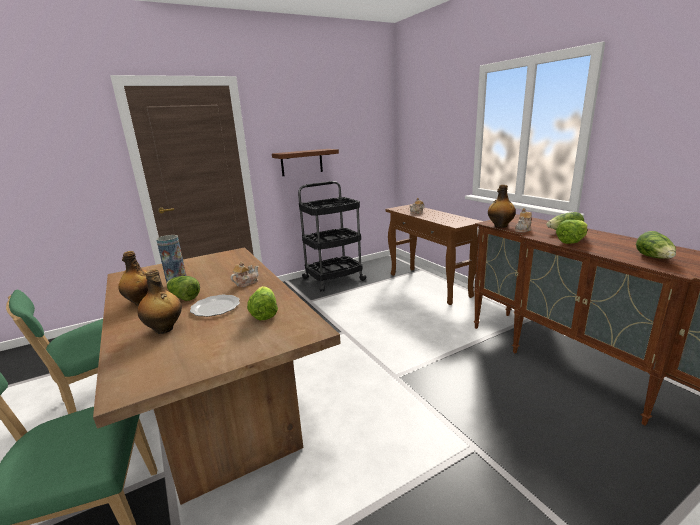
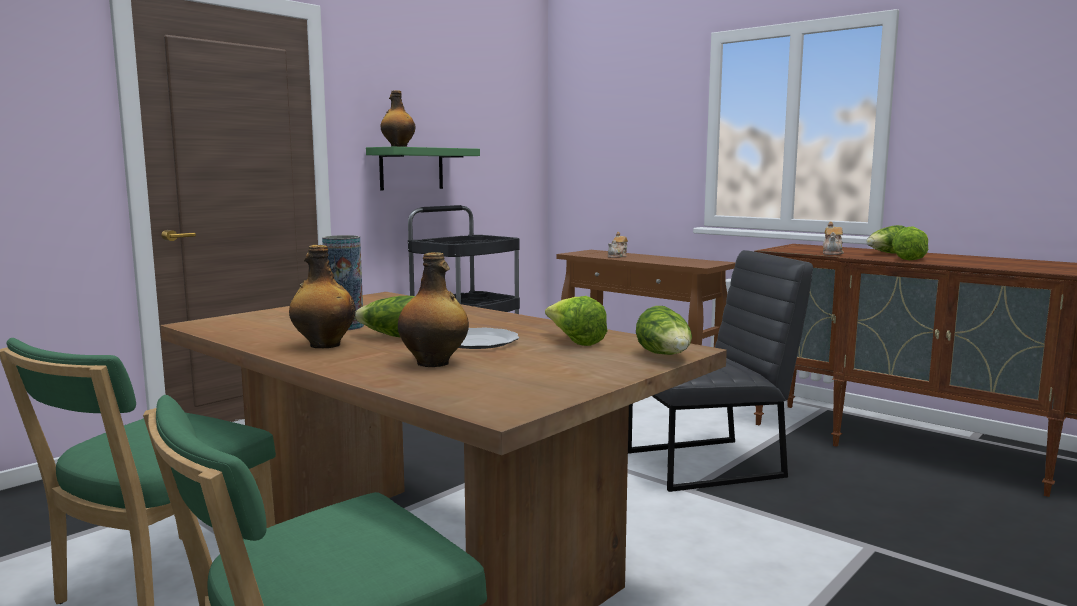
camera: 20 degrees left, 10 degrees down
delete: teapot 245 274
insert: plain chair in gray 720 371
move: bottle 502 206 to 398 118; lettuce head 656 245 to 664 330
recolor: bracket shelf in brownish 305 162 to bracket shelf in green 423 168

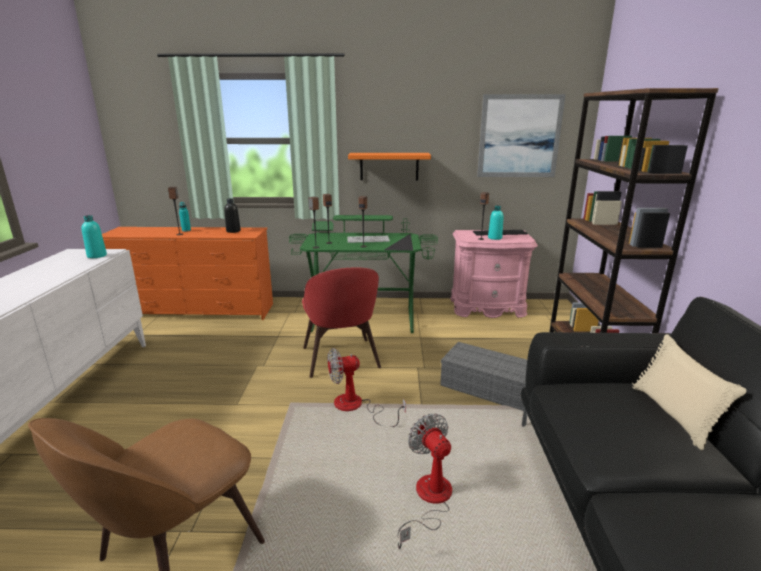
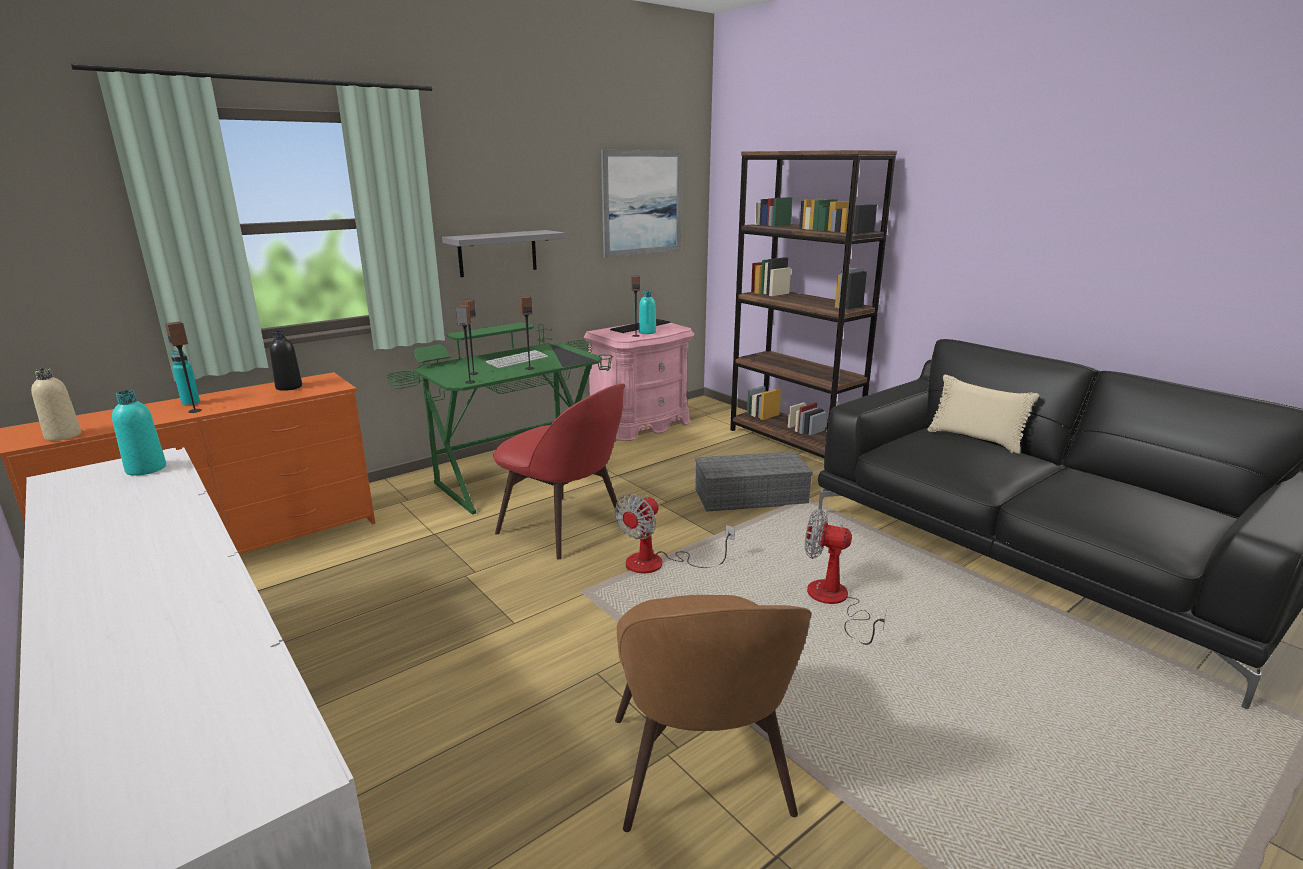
camera: 40 degrees left, 0 degrees up
insert: bottle in sand-coloured 56 404
recolor: bracket shelf in orange-coloured 389 166 to bracket shelf in gray 503 253

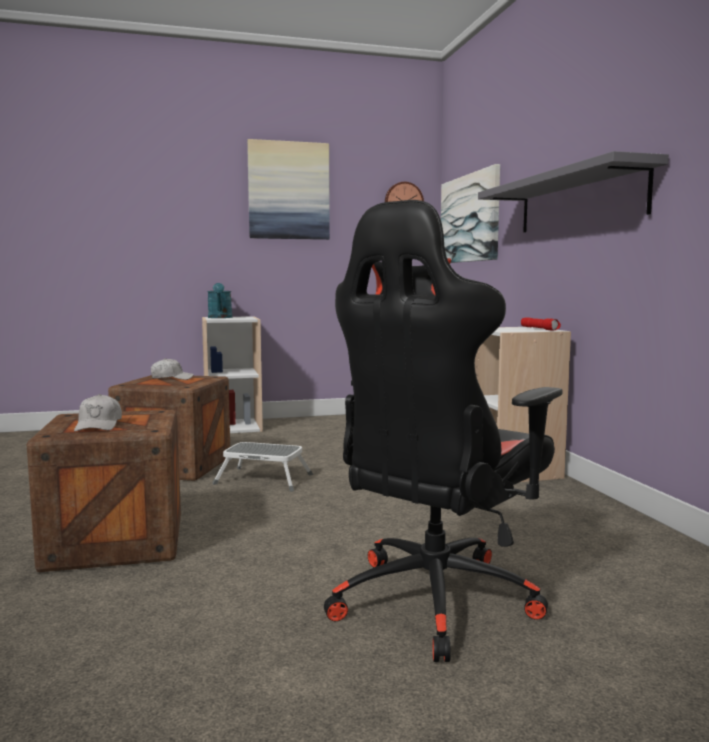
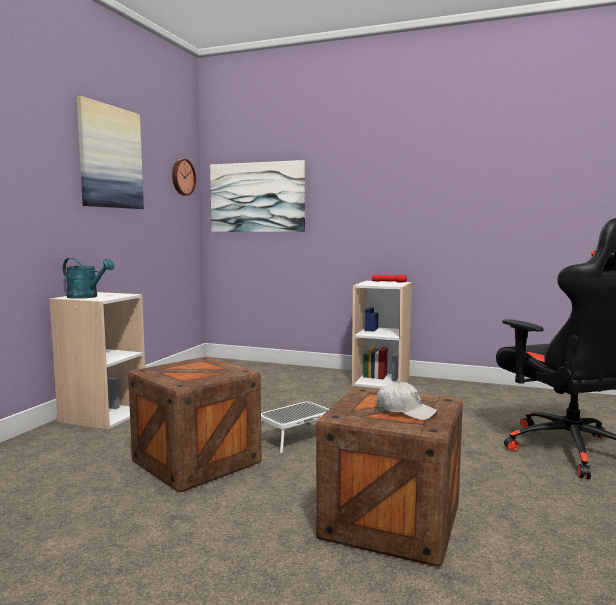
camera: 55 degrees left, 0 degrees up
delete: baseball cap in white-coloured 172 369; bracket shelf in gray 573 192

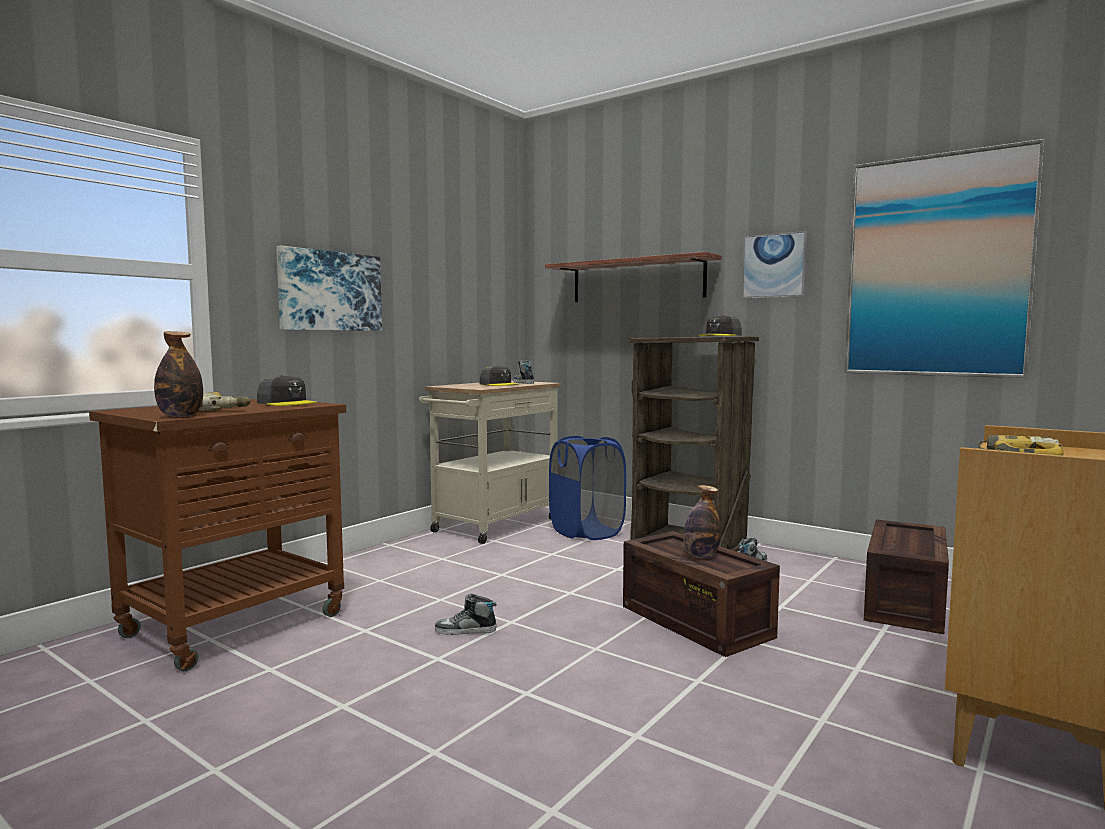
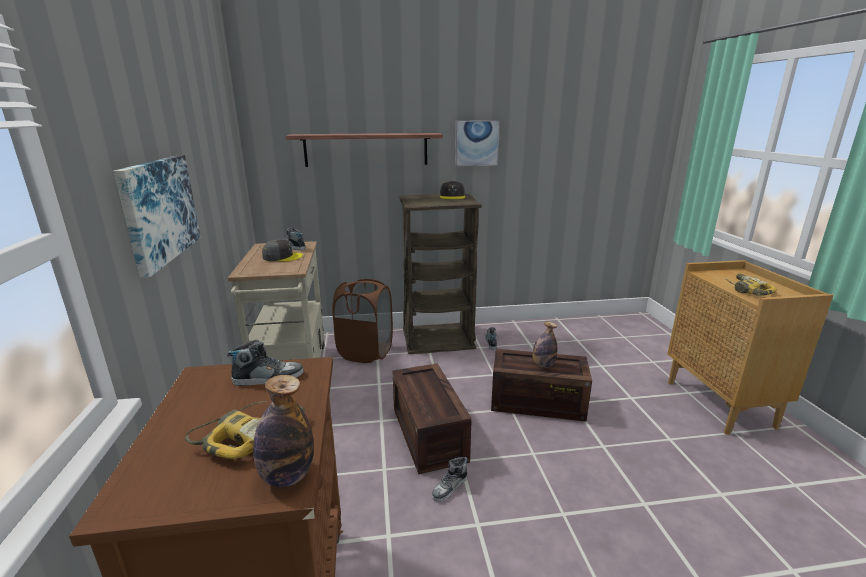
camera: 45 degrees left, 15 degrees up
delete: picture 944 258
move: crate 906 576 to 432 418
replace: baseball cap in gray 287 390 to shoe 265 363
recolor: washing basket in blue 587 488 to washing basket in brownish 362 321

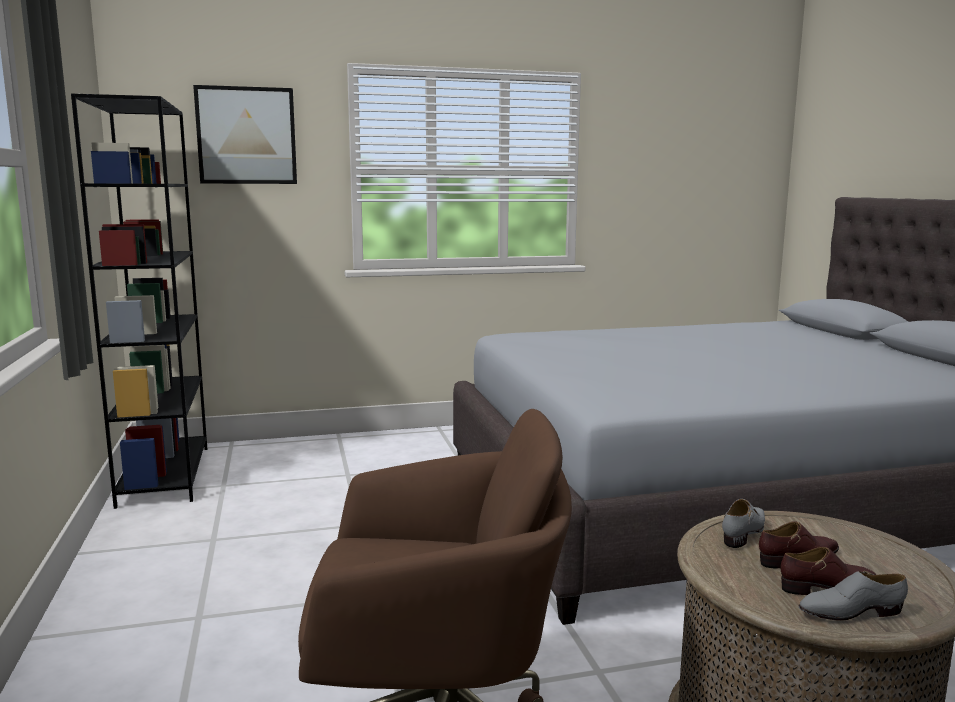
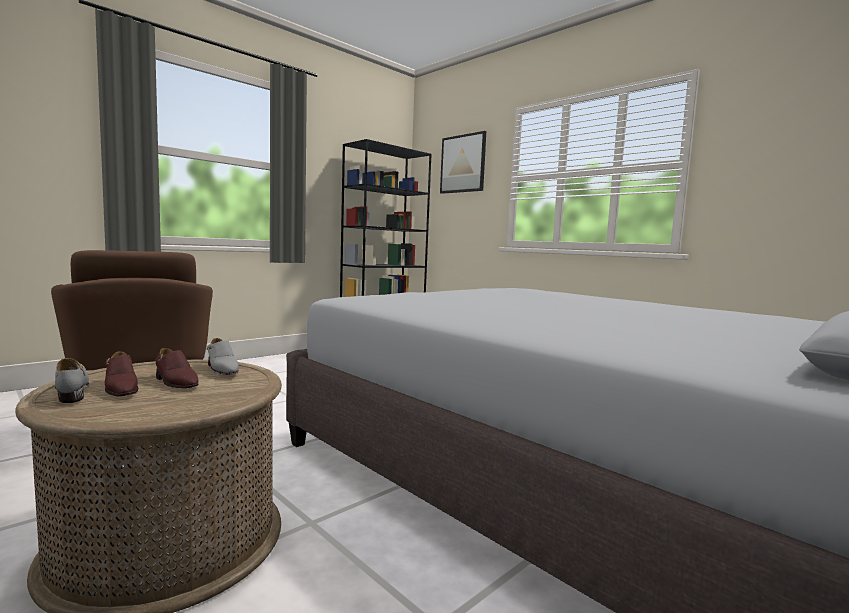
camera: 60 degrees right, 5 degrees down
rotate: shoe in gray 743 523 = 223 356 45 degrees clockwise

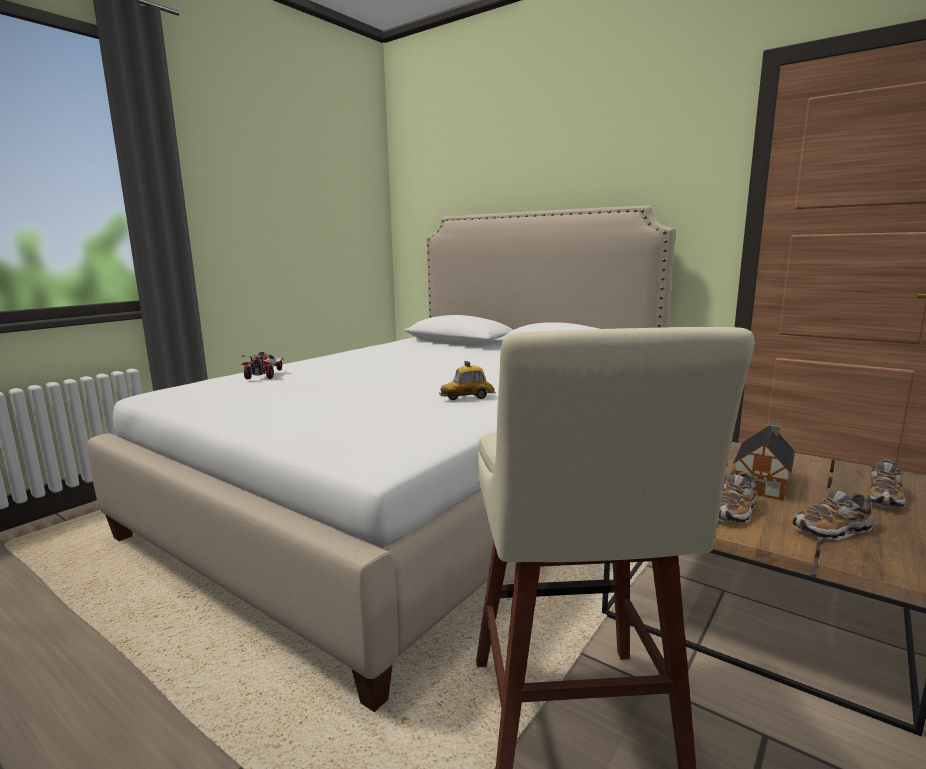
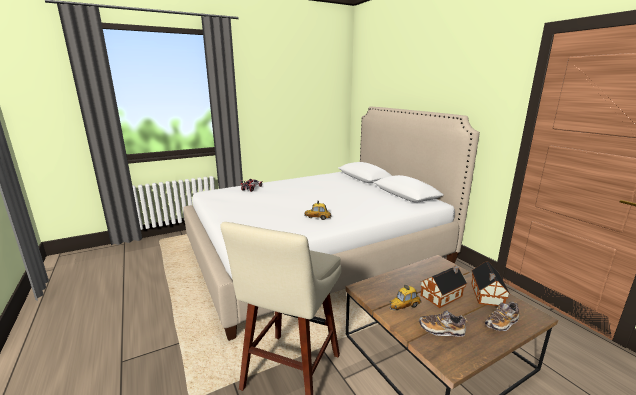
camera: 25 degrees right, 5 degrees up
insert: model house 490 283
replace: shoe 737 497 to miniature car 405 297

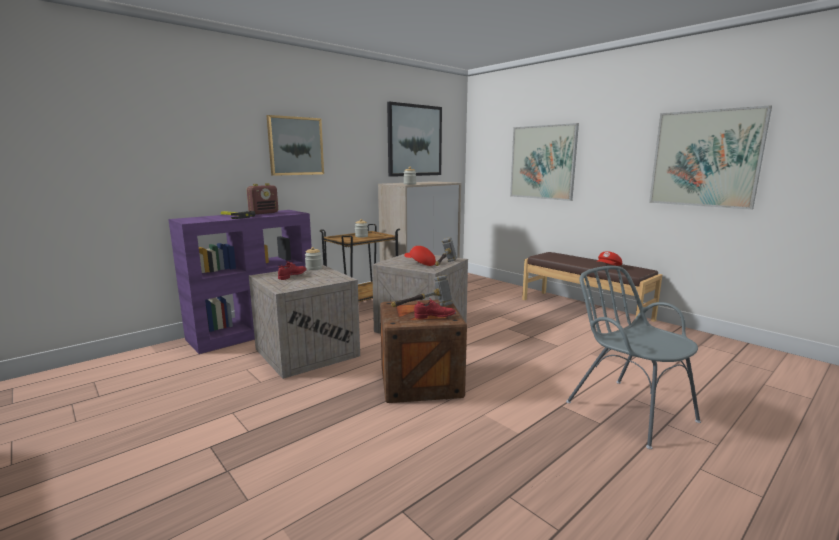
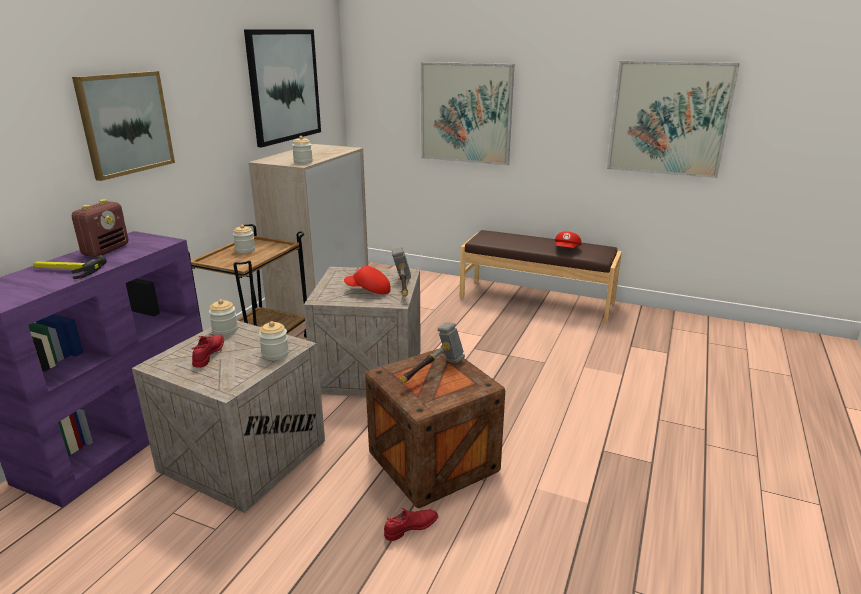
camera: 25 degrees left, 10 degrees up
delete: plain chair in gray 633 357
insert: jar 274 340
move: shoe in reddish 435 308 to 411 524

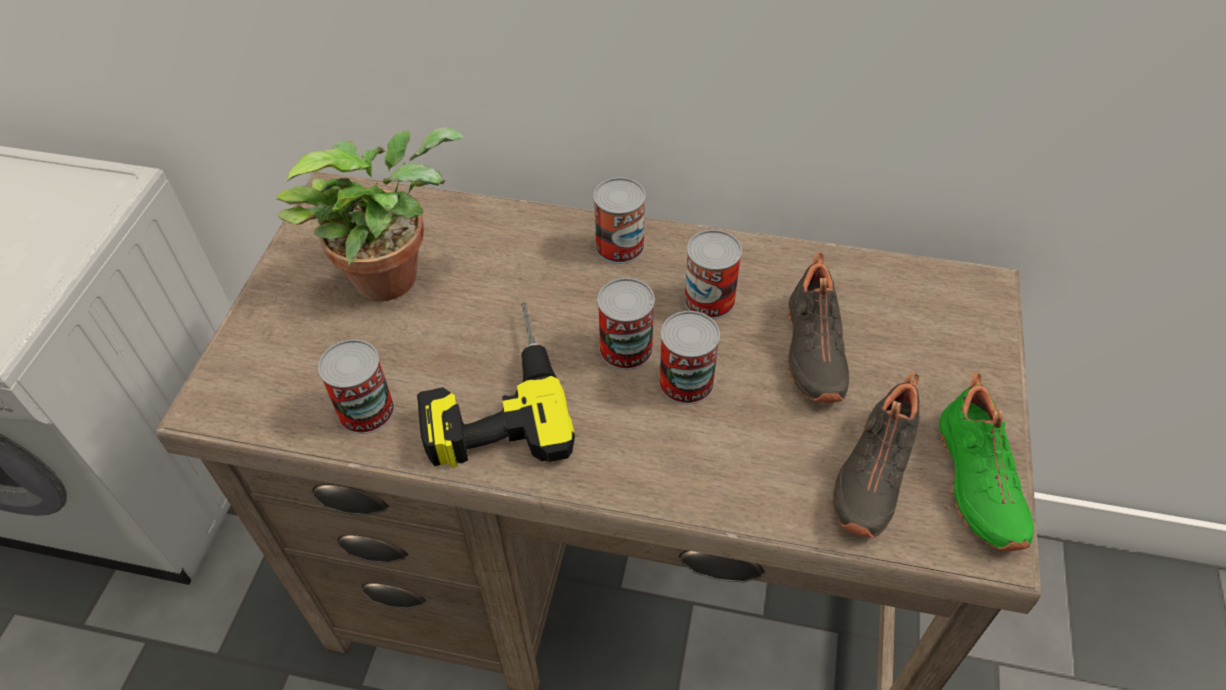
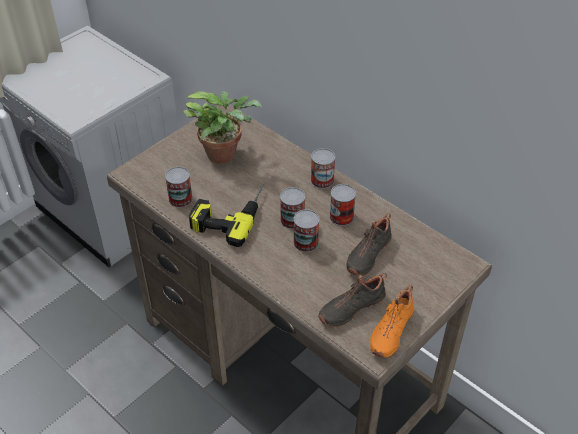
camera: 30 degrees right, 5 degrees down
recolor: shoe in green 986 462 to shoe in orange-coloured 392 321

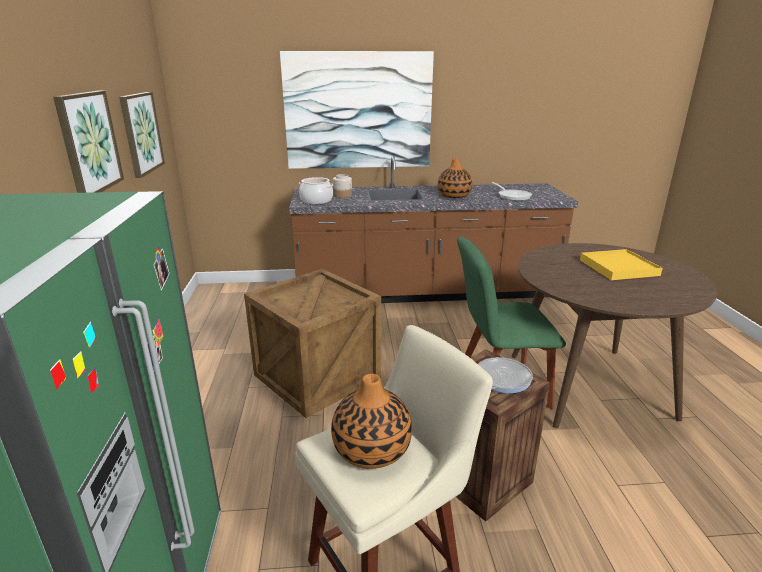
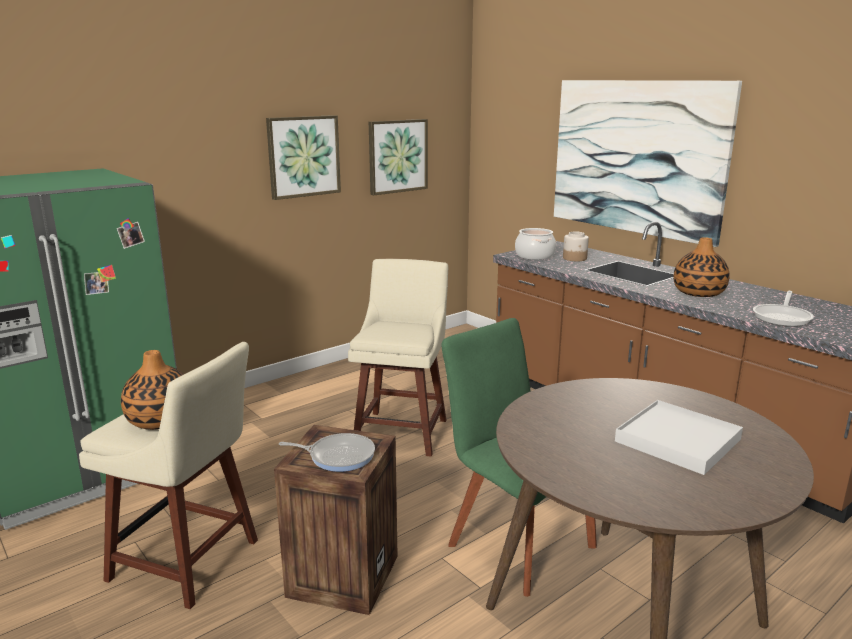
camera: 55 degrees right, 5 degrees down
replace: crate 312 343 to sitting stool in sand-coloured 398 358
recolor: tray in yellowish 621 264 to tray in white-coloured 679 437

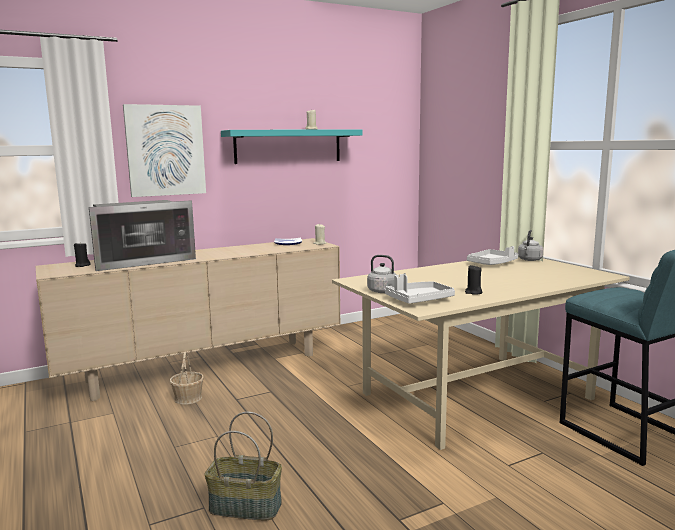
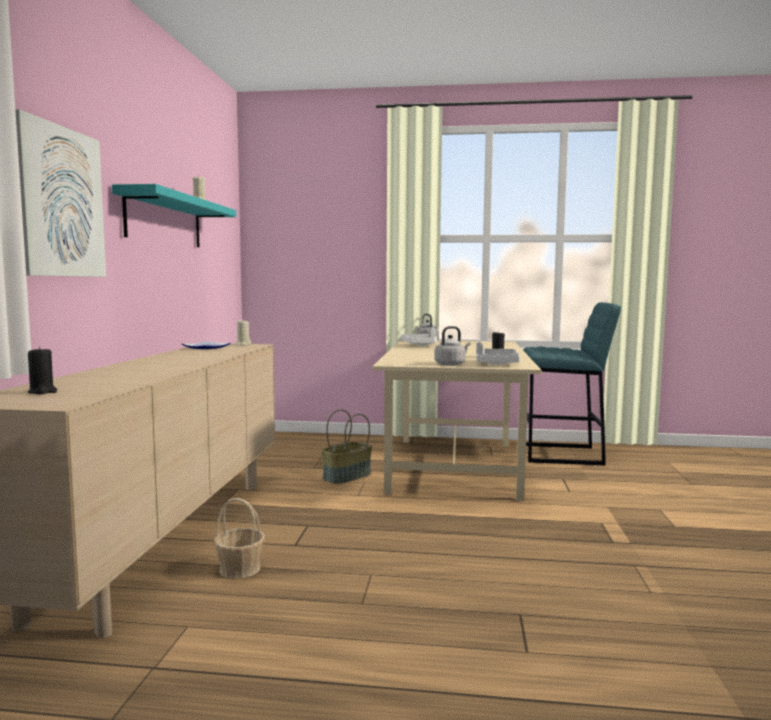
camera: 55 degrees left, 5 degrees down
delete: kitchen microwave 142 235
move: storage basket 243 466 to 346 446

